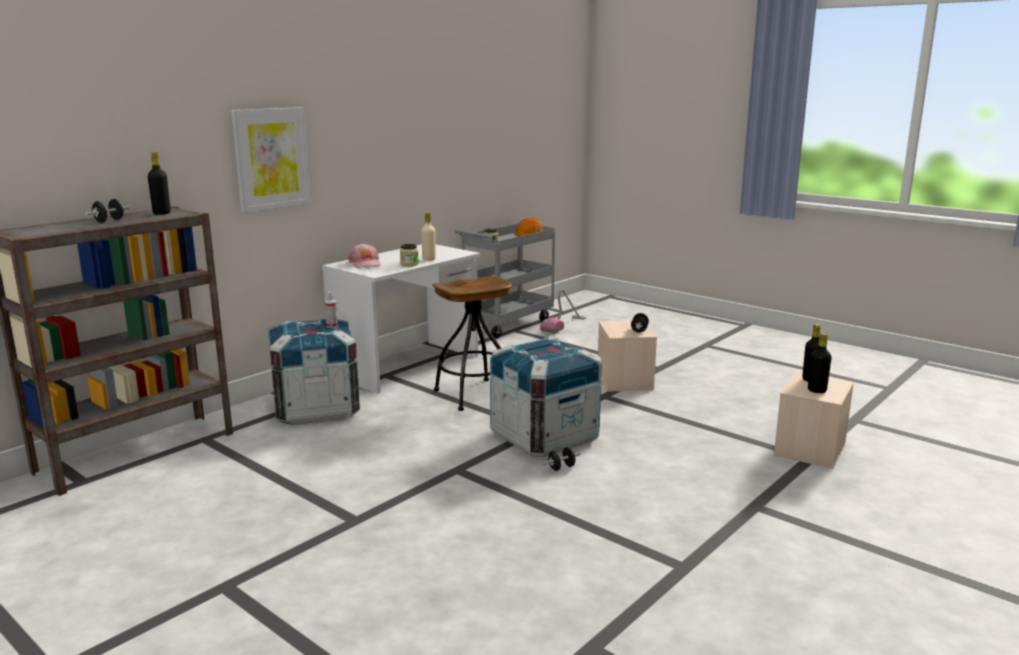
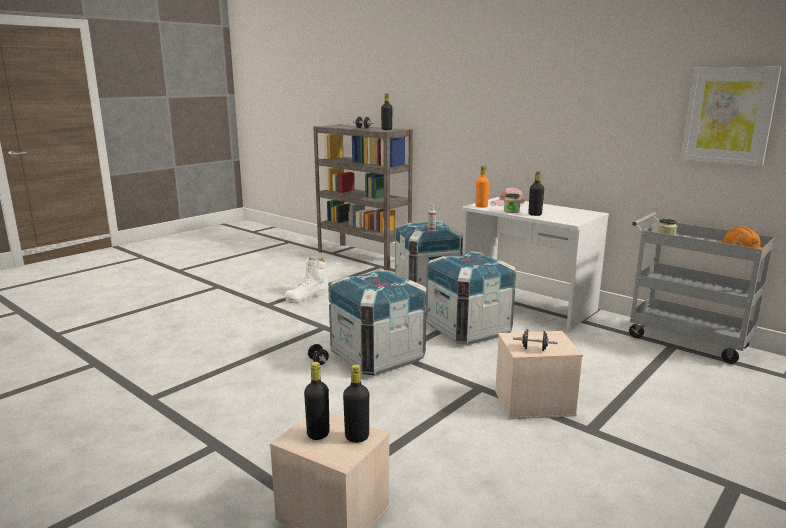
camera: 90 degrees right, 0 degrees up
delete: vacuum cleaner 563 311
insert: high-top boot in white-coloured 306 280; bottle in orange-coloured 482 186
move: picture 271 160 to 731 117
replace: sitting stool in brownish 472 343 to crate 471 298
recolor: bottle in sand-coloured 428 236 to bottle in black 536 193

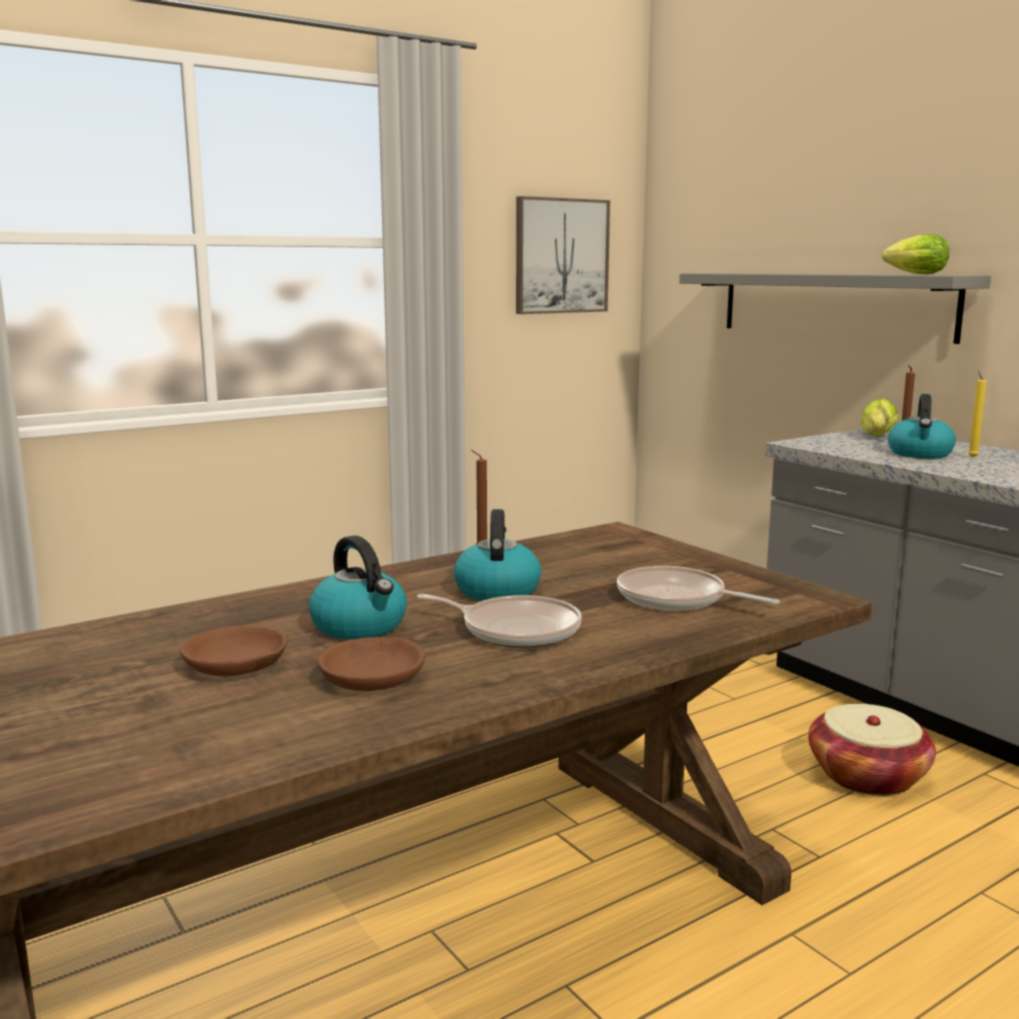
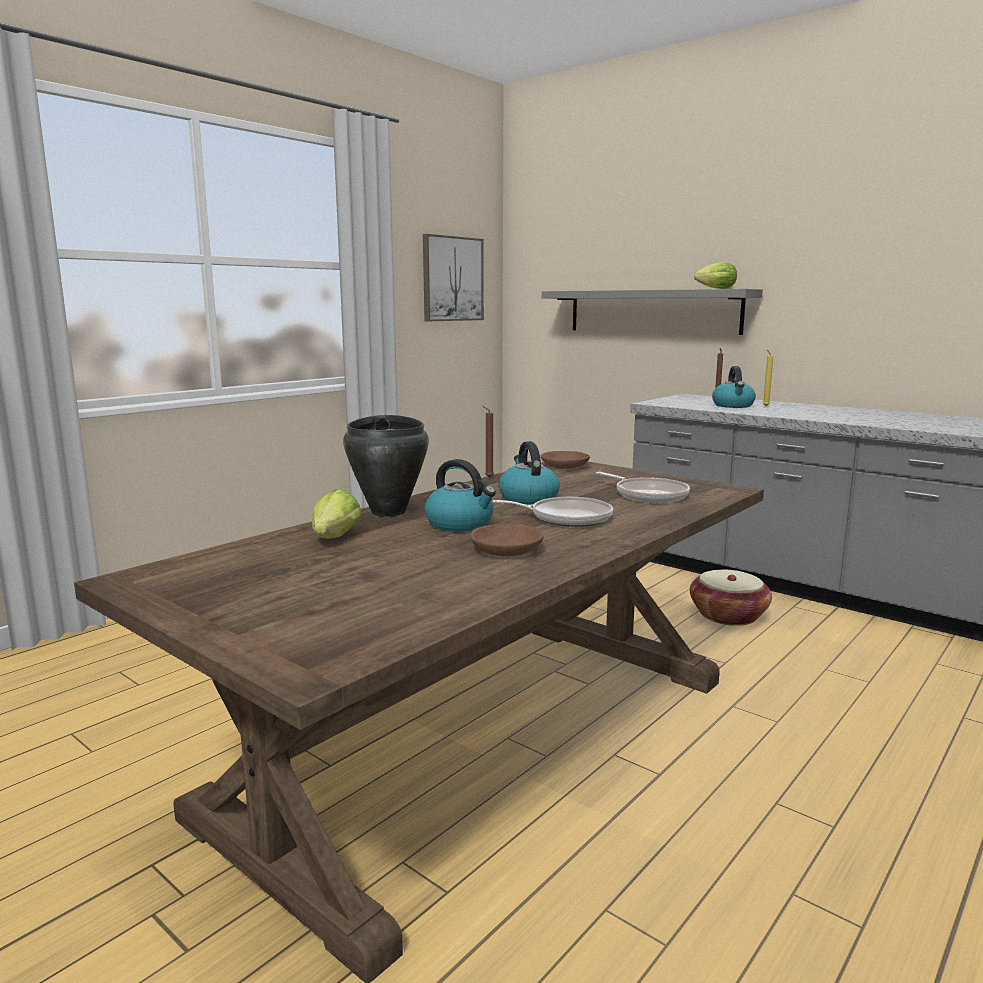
camera: 15 degrees left, 0 degrees up
insert: saucepot in black 386 466
move: deep dish in brownish 233 650 to 565 460; lettuce head 880 417 to 337 514
rotate: skillet 698 588 = 643 487 150 degrees counterclockwise

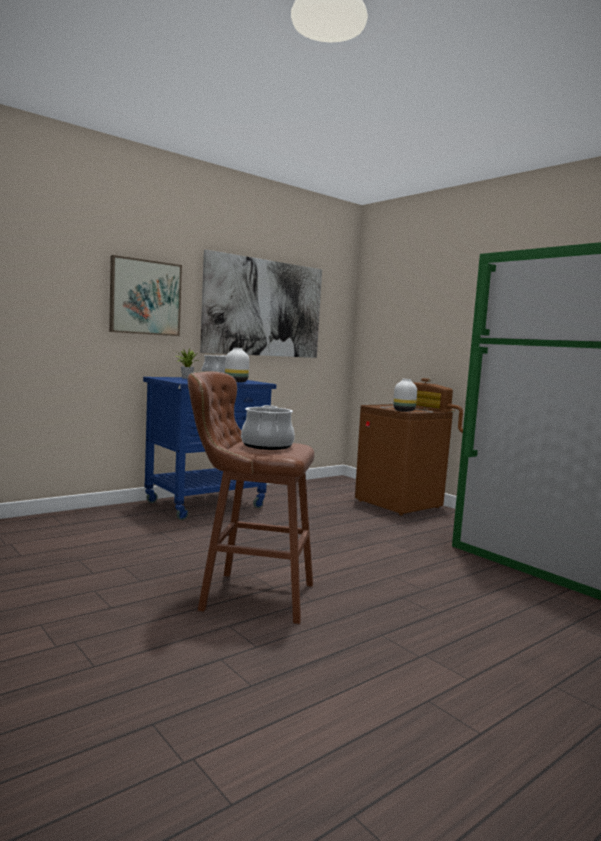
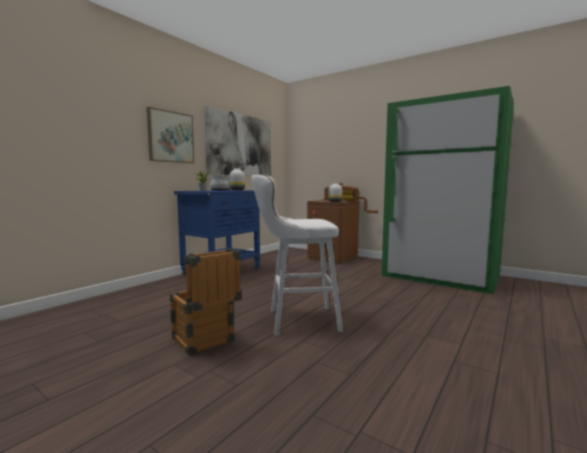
camera: 15 degrees left, 0 degrees up
delete: saucepot 268 427
insert: crate 206 302
recolor: sitting stool in brownish 251 497 to sitting stool in white-coloured 297 254

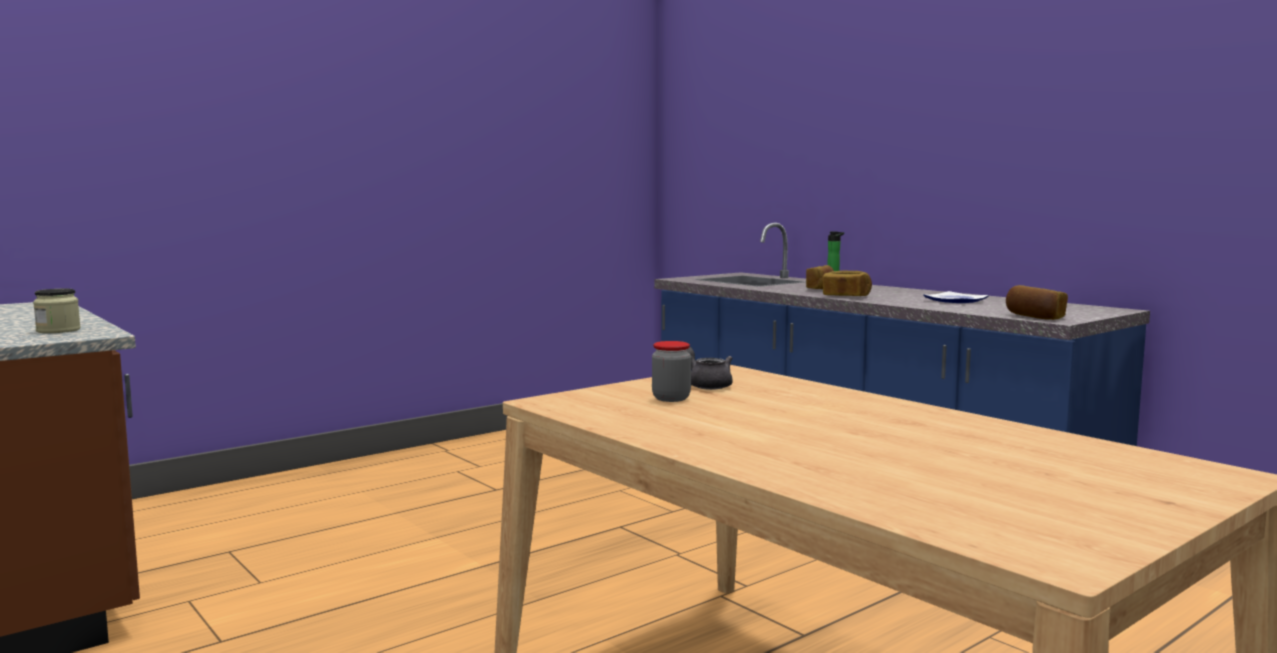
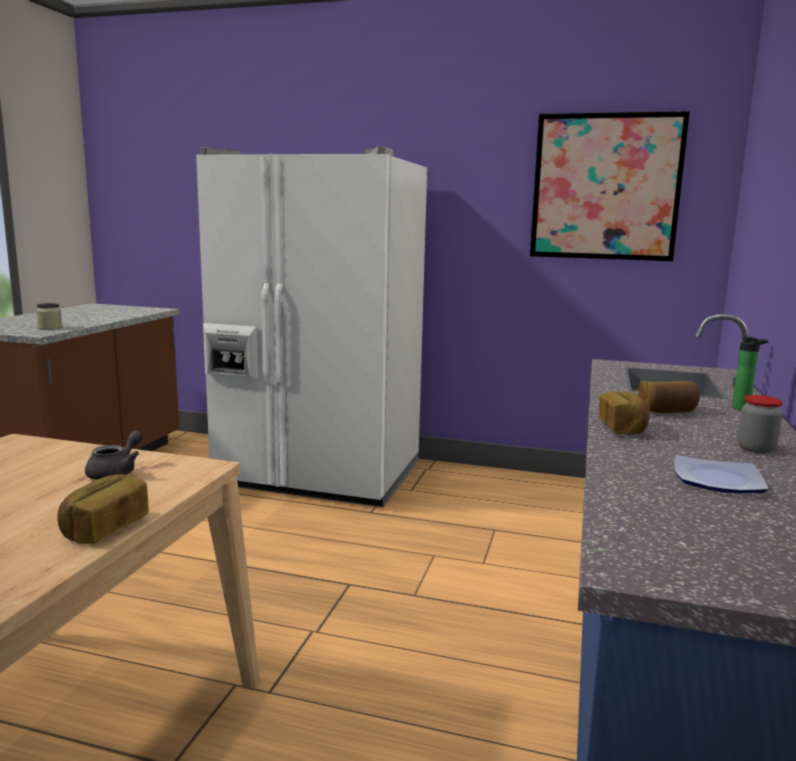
camera: 55 degrees right, 5 degrees up
insert: kitchen fridge in white-coloured 311 326; picture 610 186
move: jar 671 371 to 760 424; bread 1037 302 to 103 509

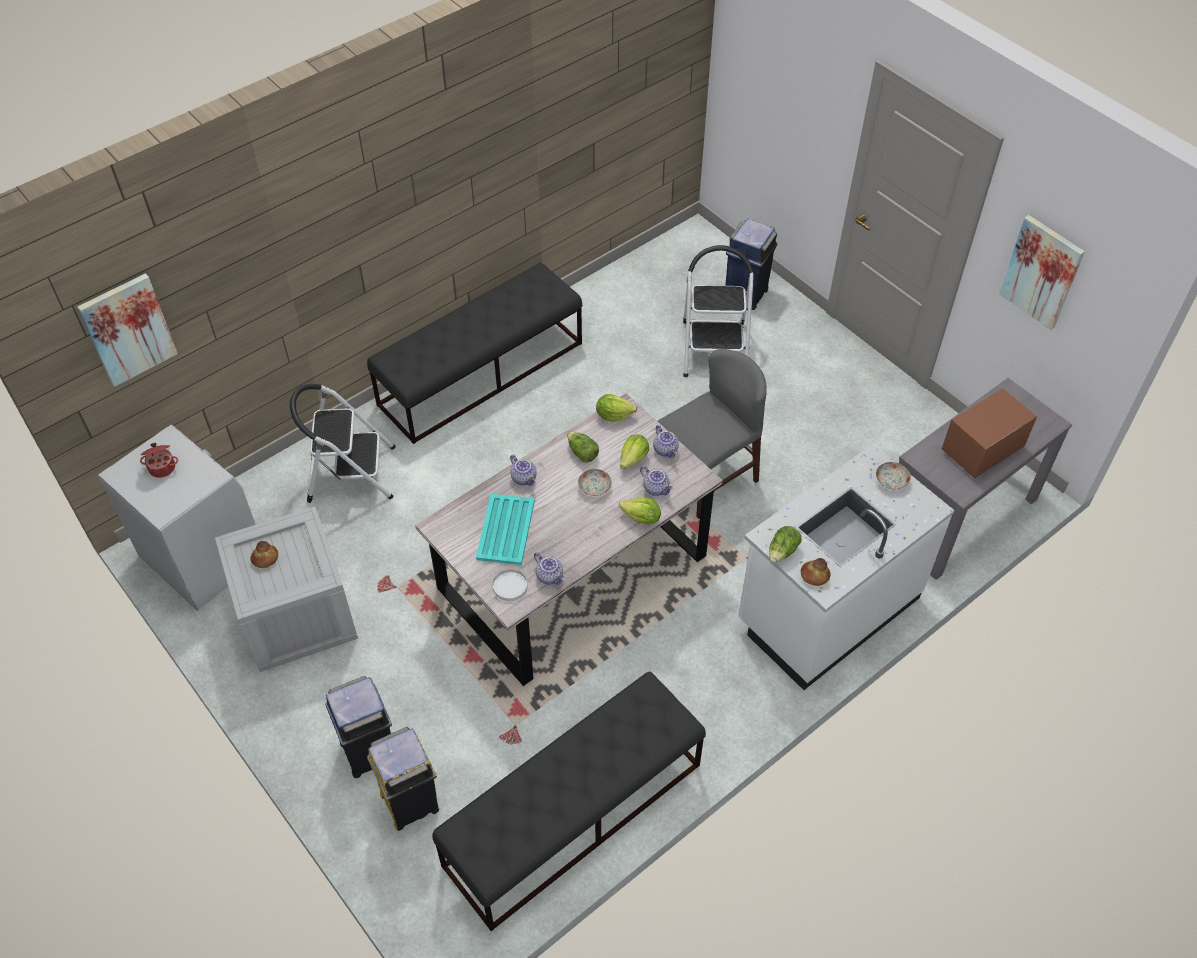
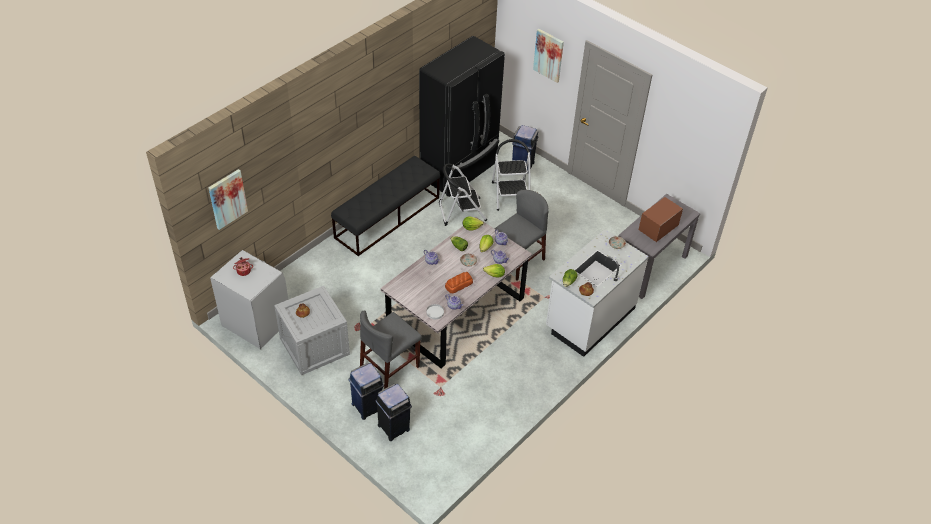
camera: 10 degrees left, 5 degrees down
delete: indoor bench in black 569 801; tray in turquoise 505 529
insert: plain chair in gray 391 349; kitchen fridge in black 462 116; bread 459 282
move: step stool 343 443 to 463 195; picture 1042 272 to 548 56
recolor: rubbish bin in yellowish 403 779 to rubbish bin in black 393 412

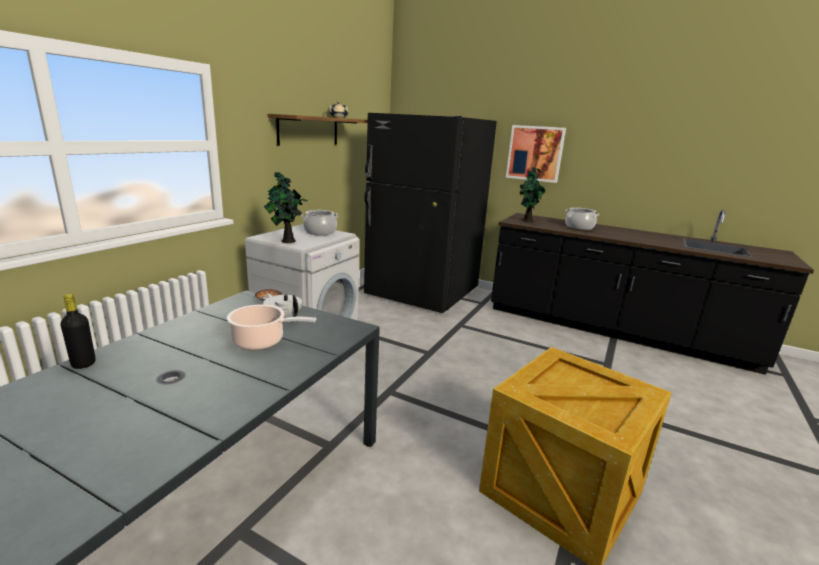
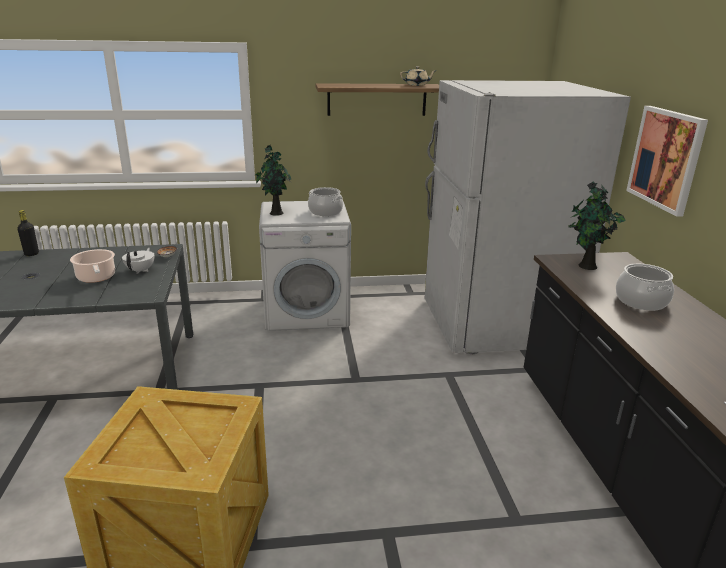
camera: 55 degrees right, 5 degrees up
recolor: kitchen fridge in black 430 213 to kitchen fridge in white-coloured 528 217

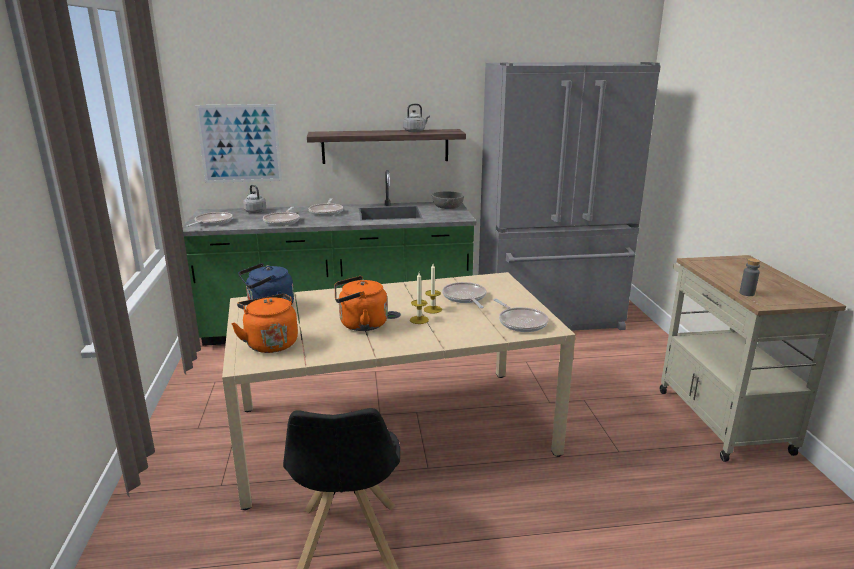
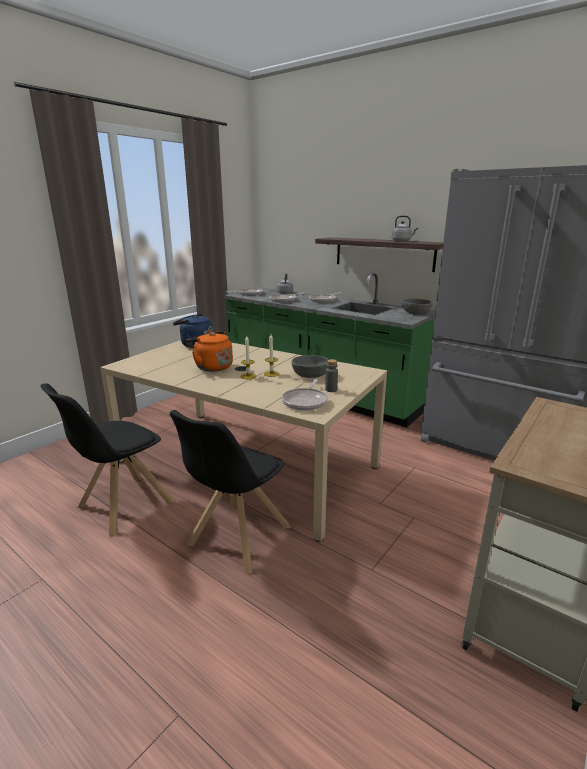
camera: 45 degrees right, 0 degrees up
delete: picture 238 143; water kettle in orange-coloured 264 323
insert: plain chair in black 230 492
move: bottle in gray 749 277 to 331 375
replace: skillet 464 295 to deep dish in gray 310 366

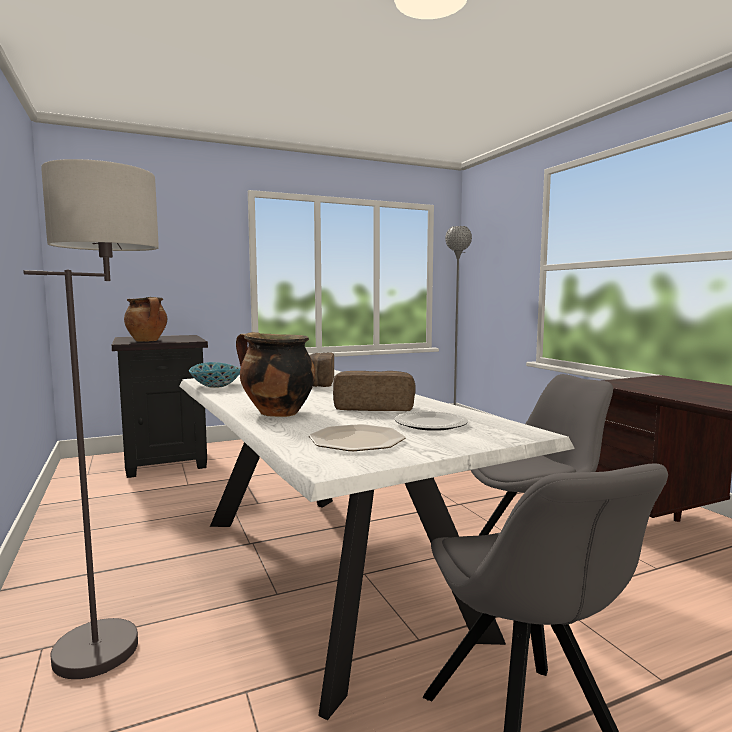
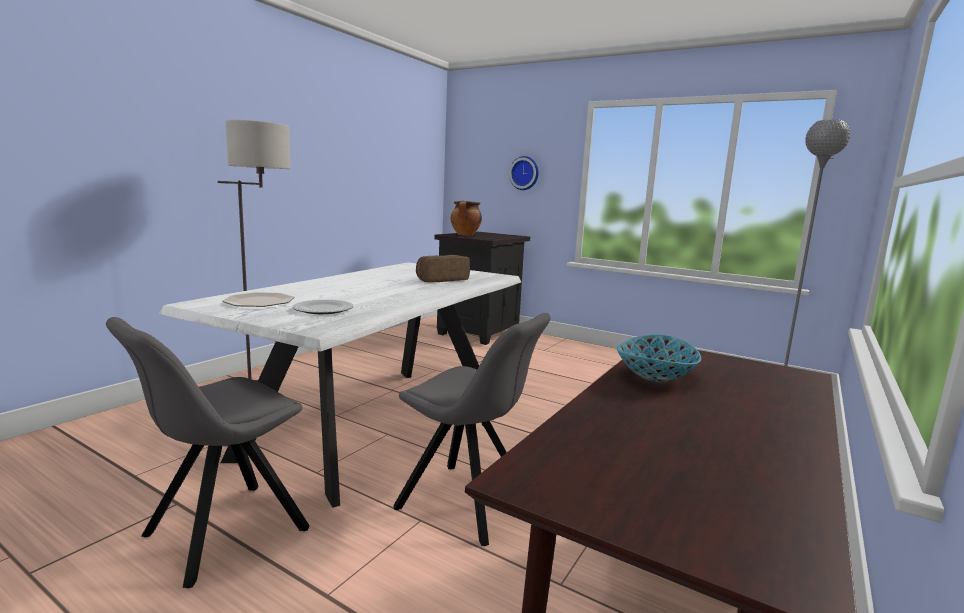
camera: 55 degrees right, 5 degrees up
delete: saucepot 275 374; bread 374 391
insert: clock on the wall 524 173
move: deep dish 215 375 to 659 358

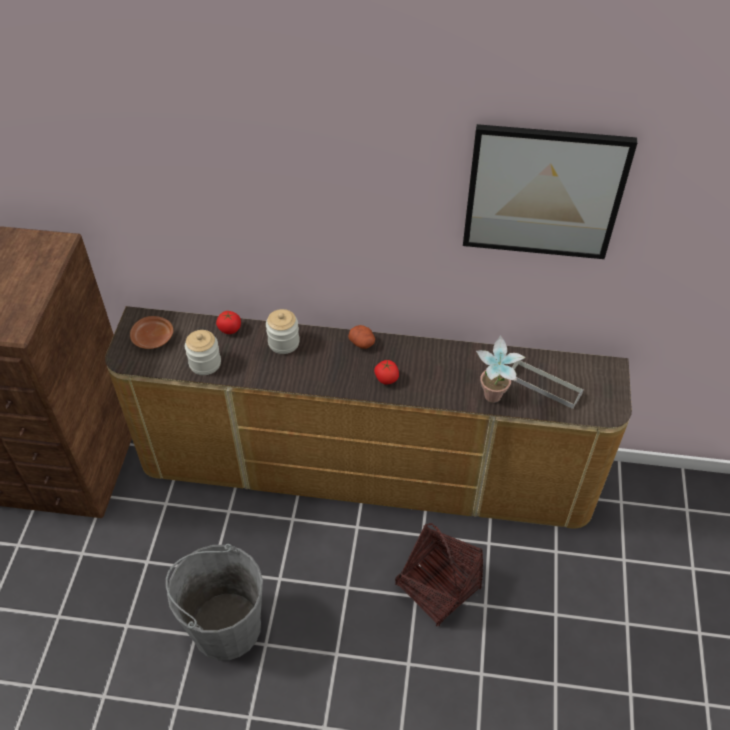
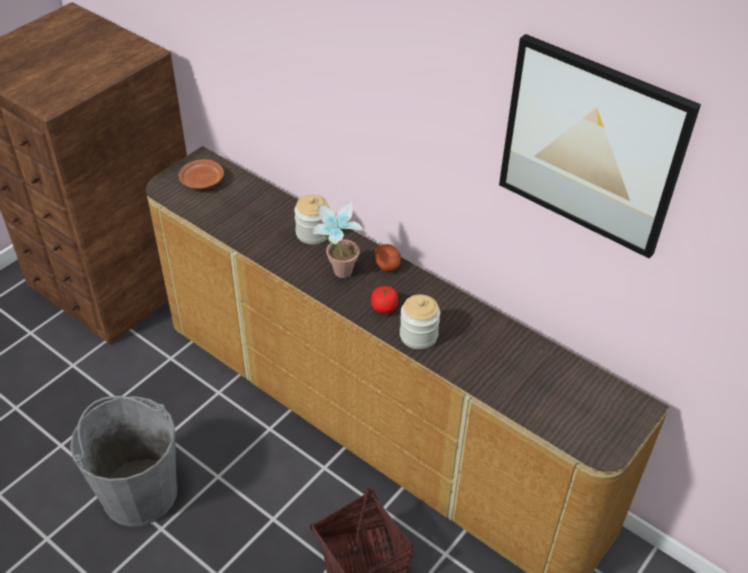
camera: 30 degrees right, 5 degrees down
delete: fresh tomato 228 322; tray in gray 548 384
move: jar 203 352 to 420 321; houseplant 500 369 to 338 238

